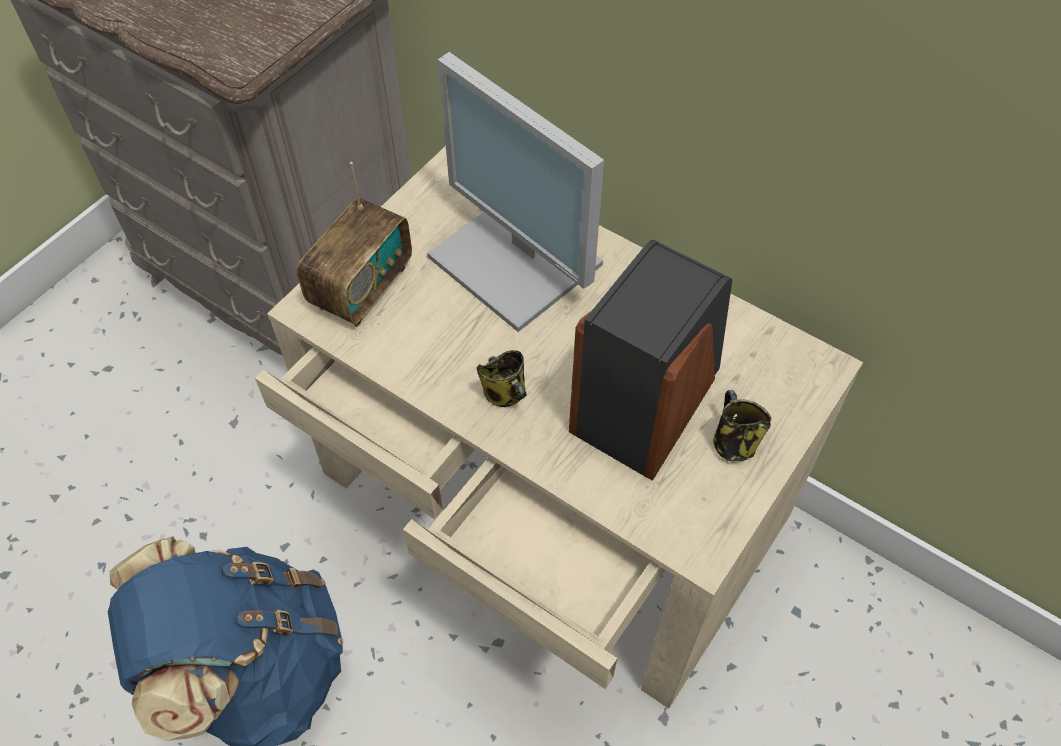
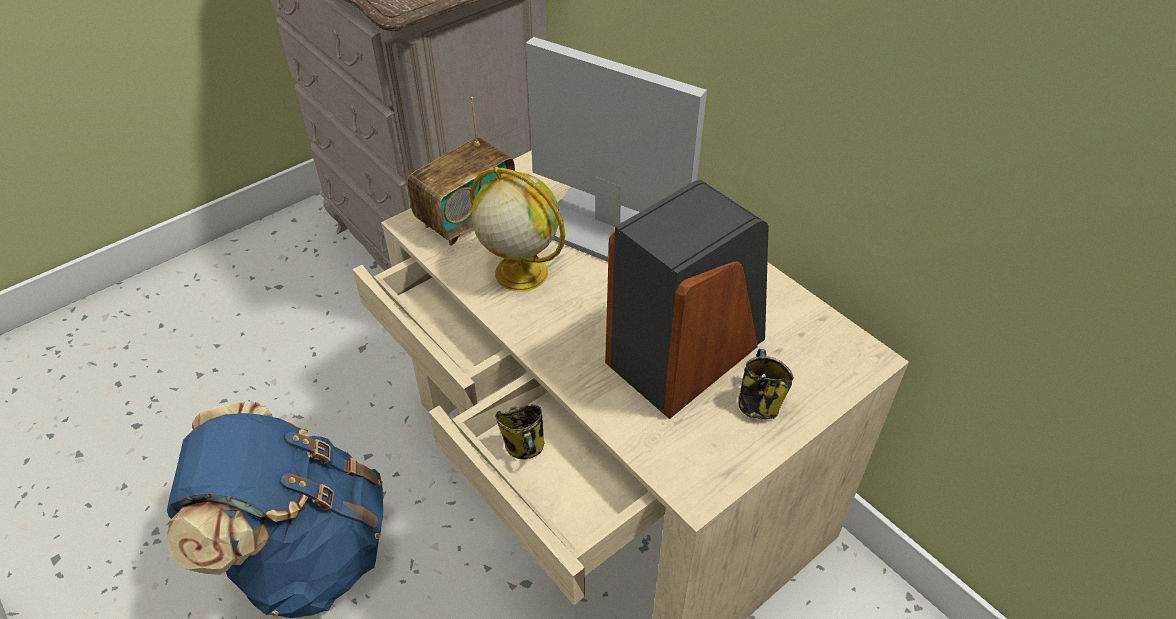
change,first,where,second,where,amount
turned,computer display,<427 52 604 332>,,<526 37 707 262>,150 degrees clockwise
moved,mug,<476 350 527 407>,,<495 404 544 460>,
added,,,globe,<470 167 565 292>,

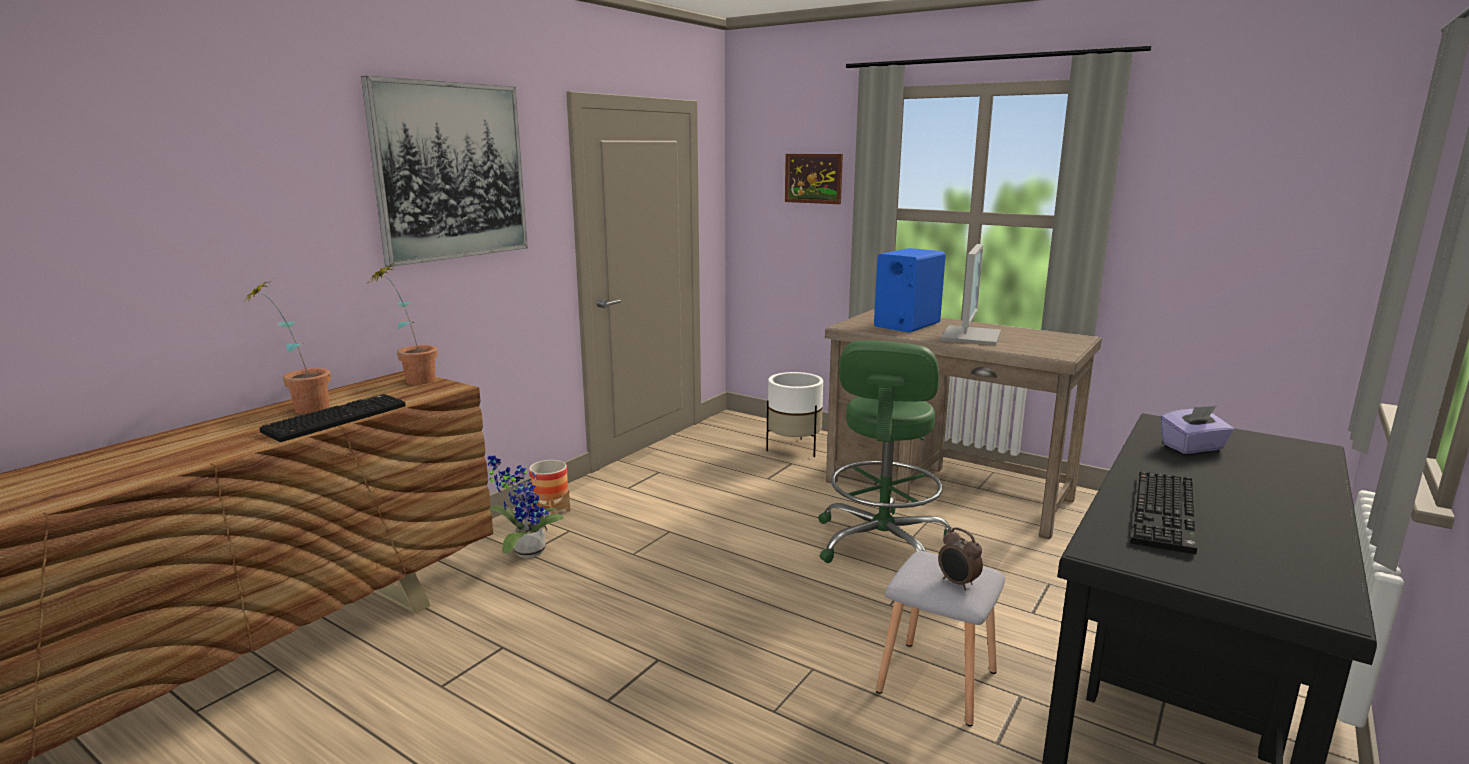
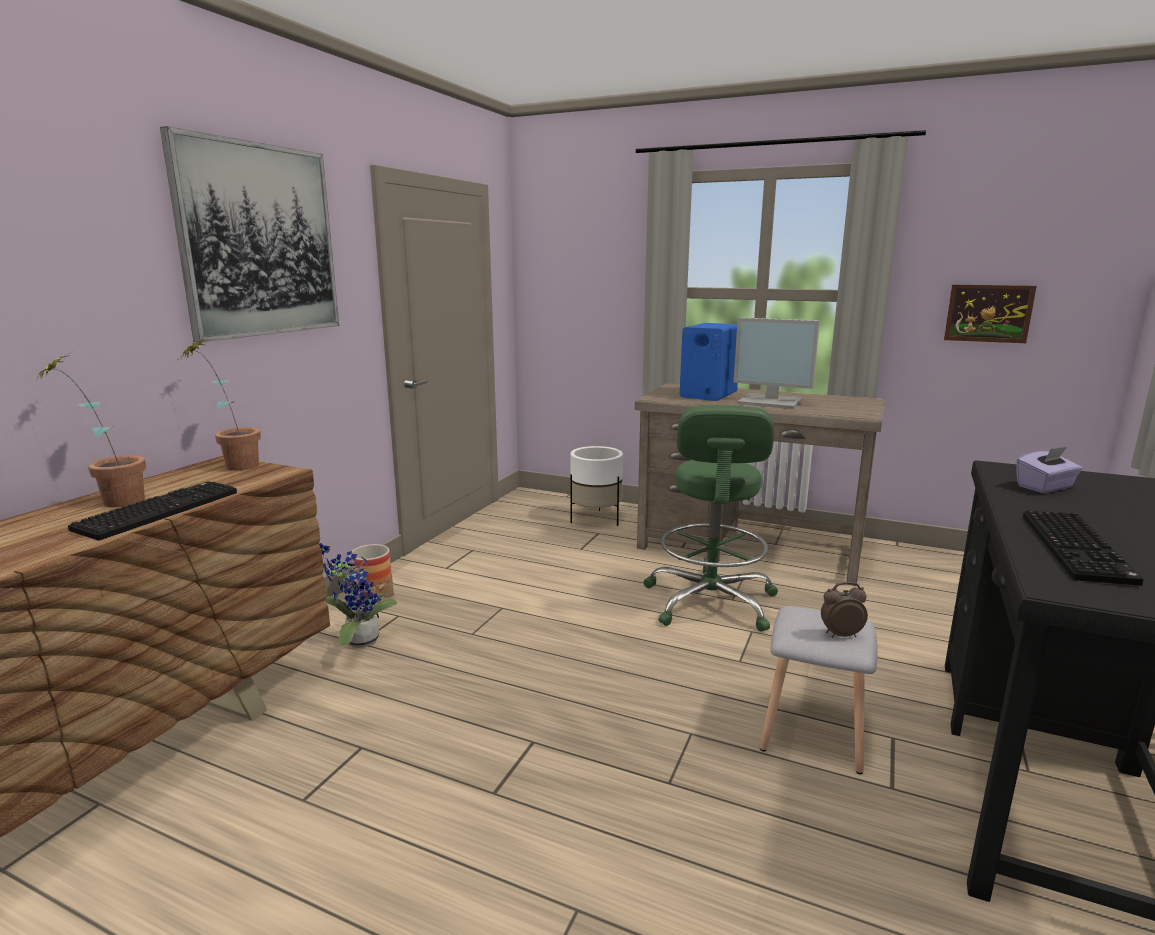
change,first,where,second,where,amount
moved,wall art,<785 154 843 204>,,<944 285 1037 343>,
turned,bedside clock,<938 527 983 590>,,<821 582 868 638>,135 degrees clockwise
turned,computer display,<940 244 1001 345>,,<734 317 820 409>,105 degrees clockwise

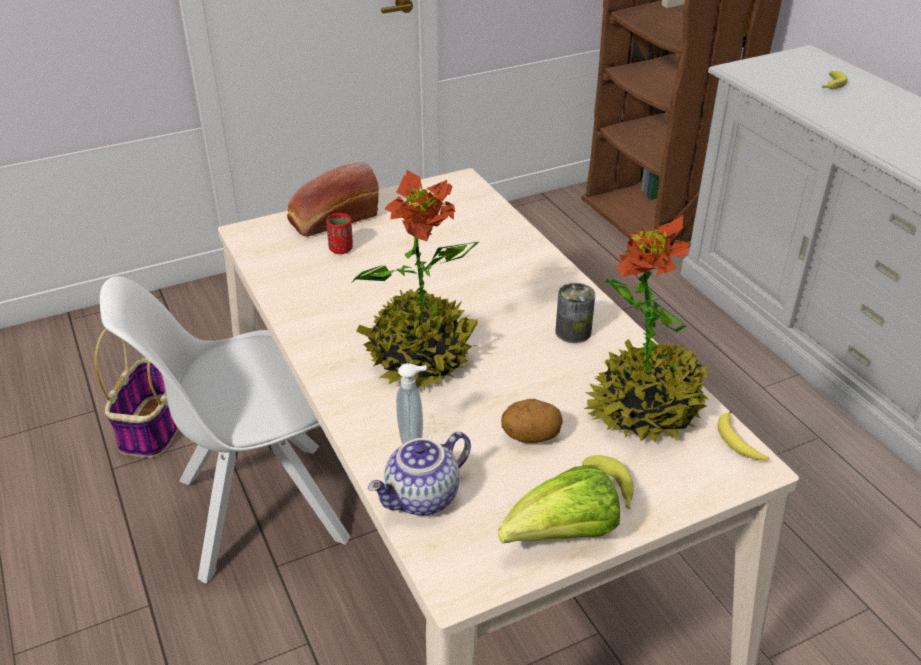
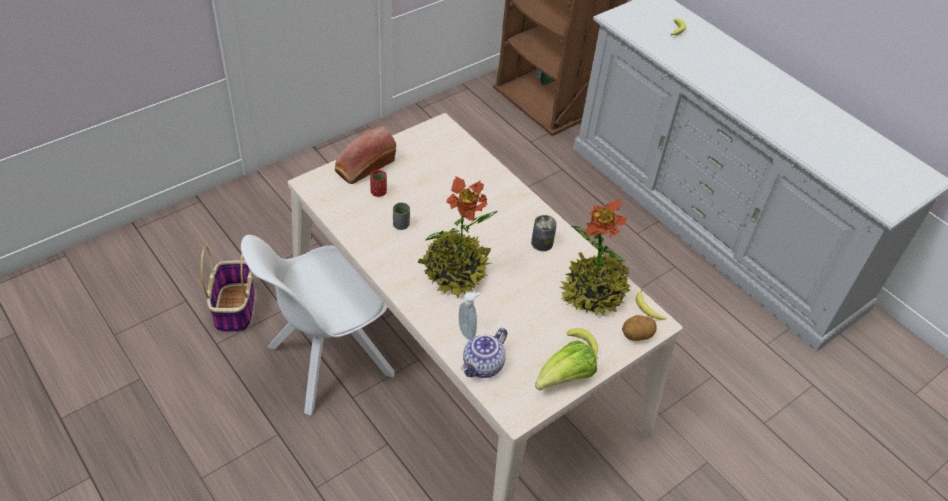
change,first,where,second,where,amount
moved,spud,<501 399 563 443>,,<622 315 657 341>,
added,,,greyish drinking cup,<393 202 410 230>,

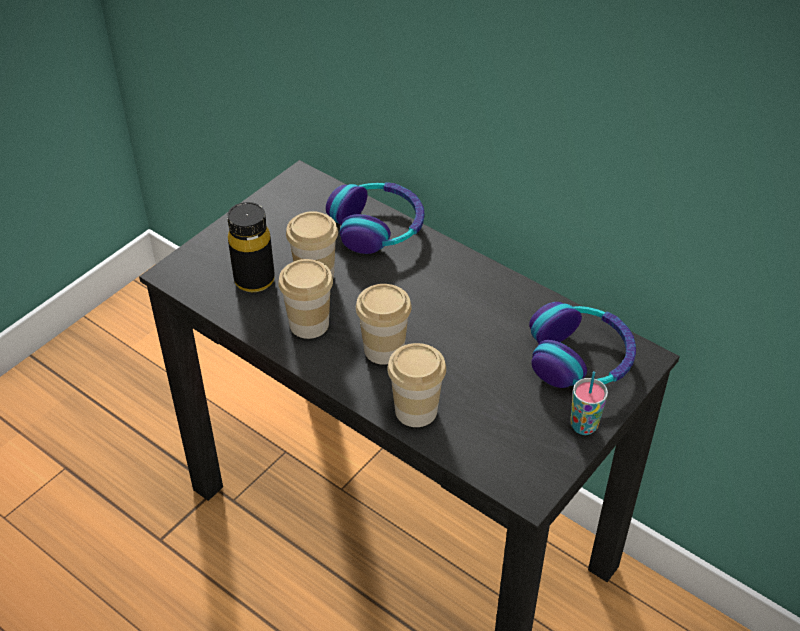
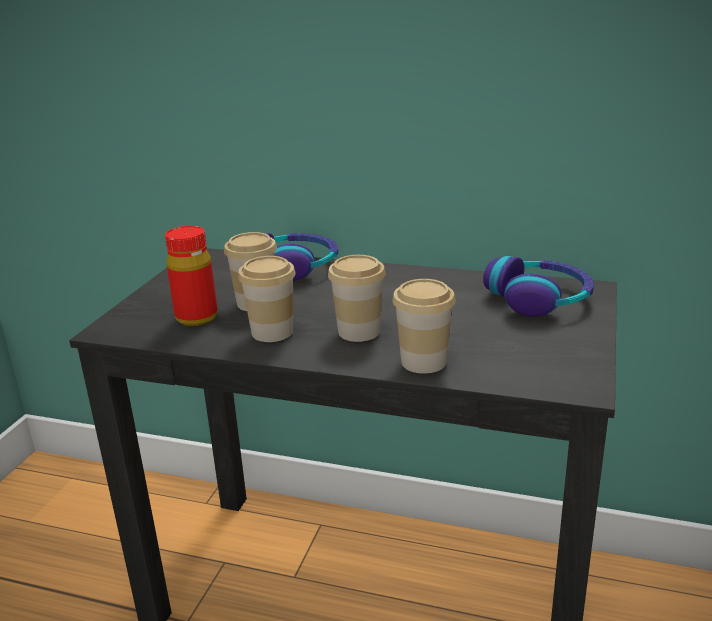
change,first,where,second,where,amount
recoloured,blackish bottle,<227 202 275 292>,red bottle,<165 226 218 326>,
removed,drinking cup,<570 371 608 435>,,,

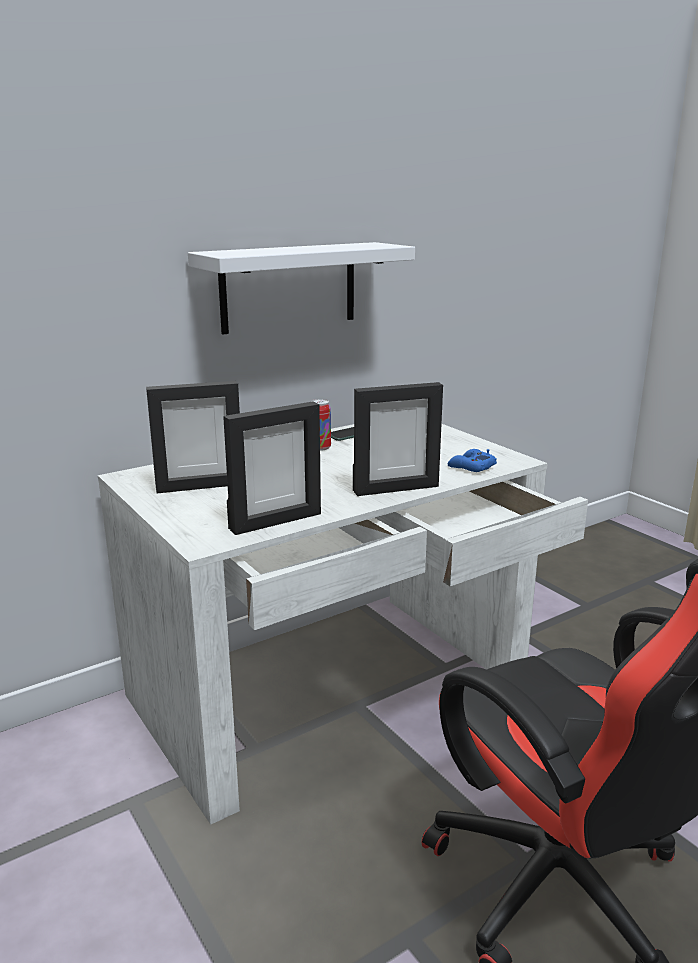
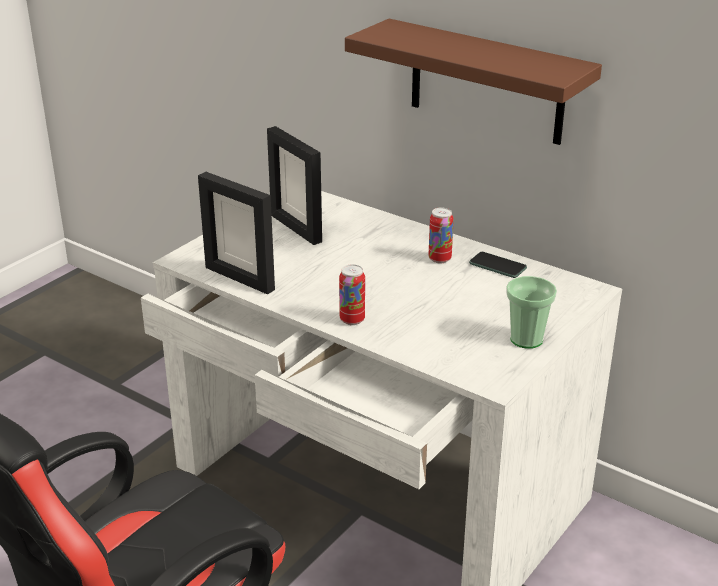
change,first,where,second,where,amount
recoloured,white wall shelf,<188 242 415 334>,brown-coloured wall shelf,<345 19 602 145>,
replaced,photo frame,<353 382 443 496>,can,<339 264 365 325>,
removed,blue-coloured joypad,<448 449 497 472>,,,
added,,,drinking cup,<506 276 557 349>,

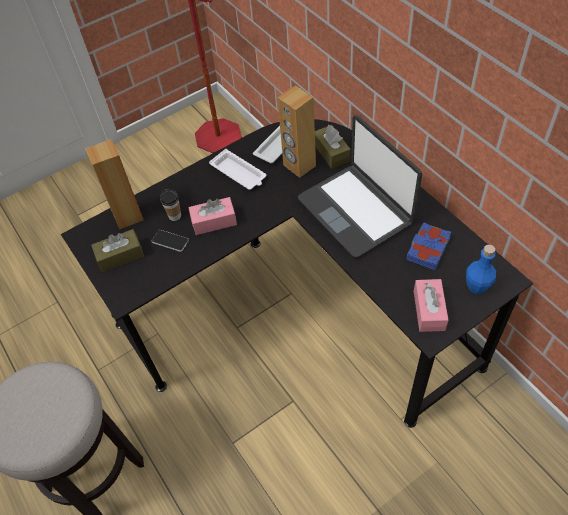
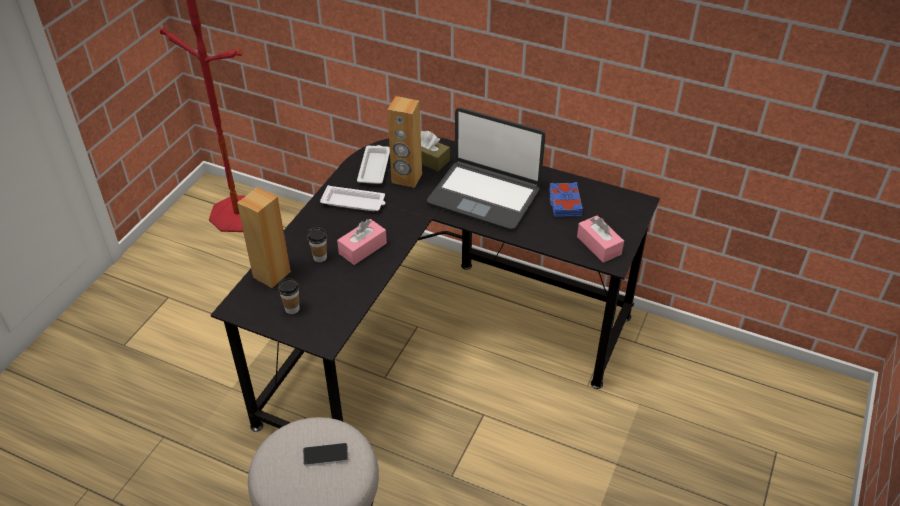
change,first,where,second,where,amount
replaced,brown-coloured tissue box,<91 229 144 272>,drinking cup,<278 278 299 314>,
moved,telephone,<151 230 189 252>,,<303 443 348 466>,
removed,blue-coloured bottle,<466 245 496 294>,,,

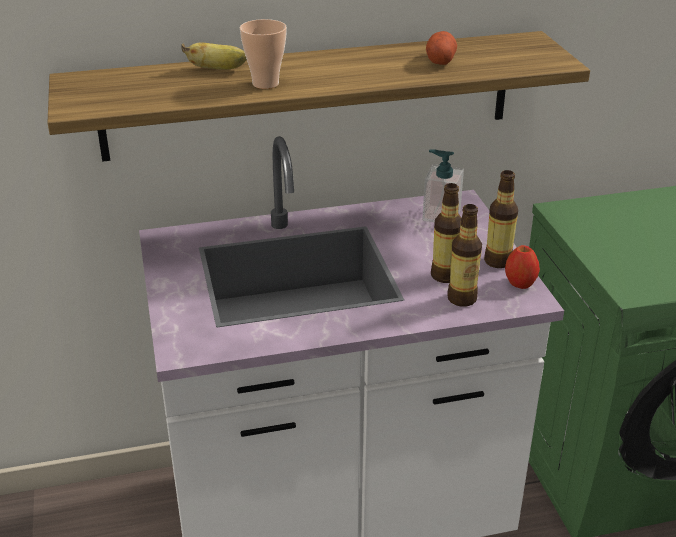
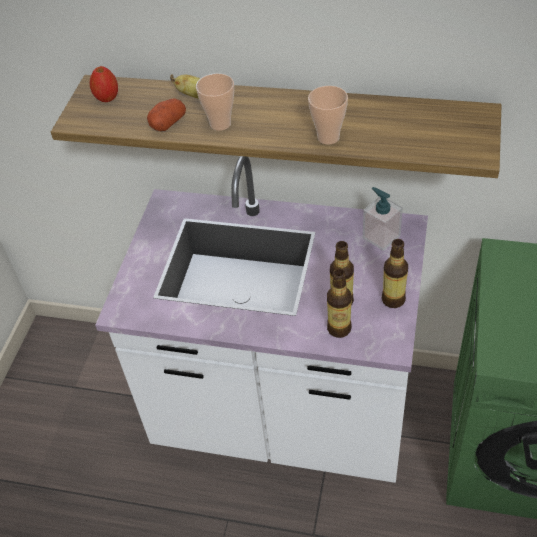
change,first,where,second,where,amount
moved,spud,<426 31 457 65>,,<147 99 186 131>,
moved,whole apple,<505 245 540 289>,,<90 66 118 102>,
added,,,drinking cup,<308 86 348 145>,

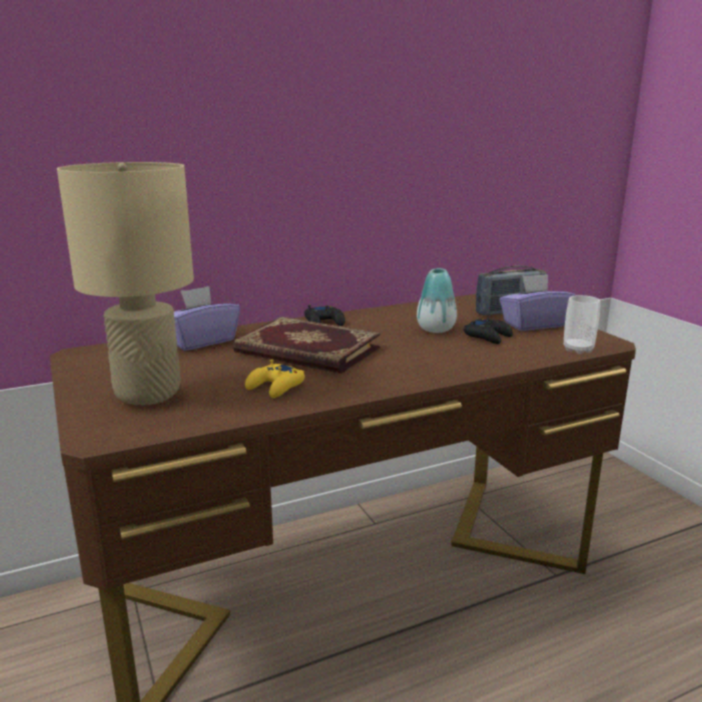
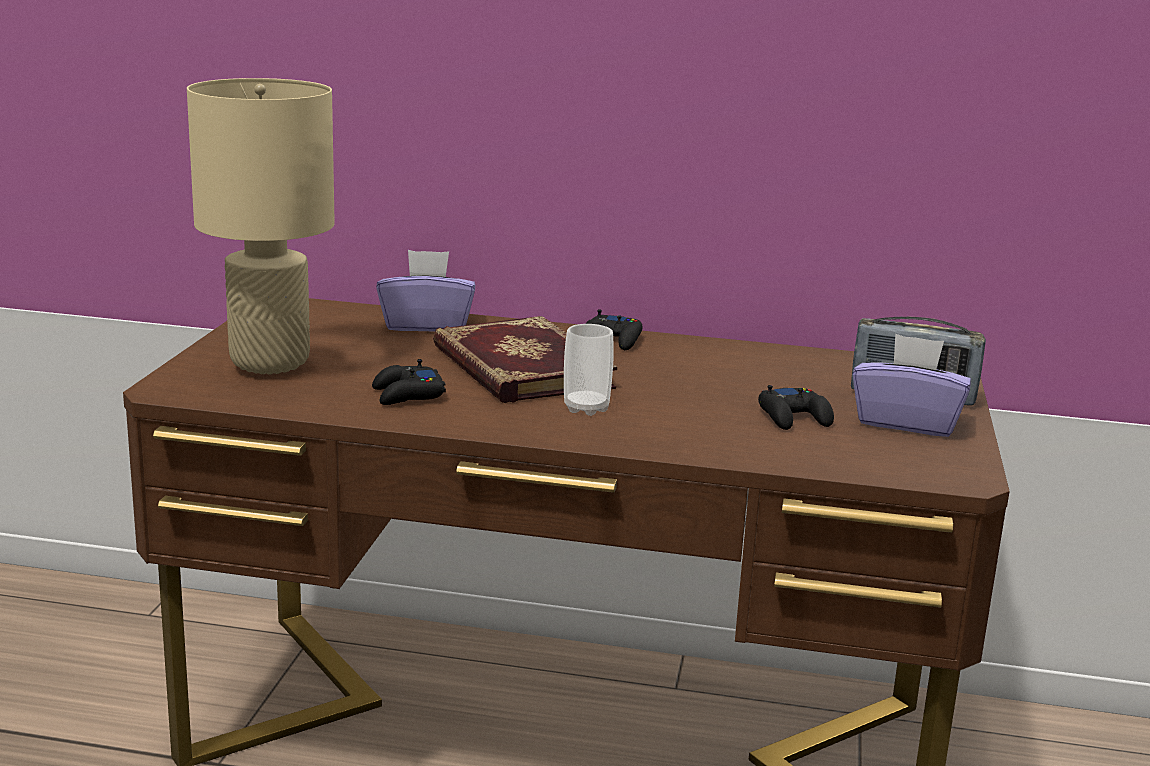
change,first,where,second,where,amount
recoloured,yellowish joypad,<245 359 305 398>,blackish joypad,<372 359 446 405>,
removed,decorative vase,<417 268 457 333>,,,
moved,drinking cup,<564 295 600 354>,,<564 324 614 416>,

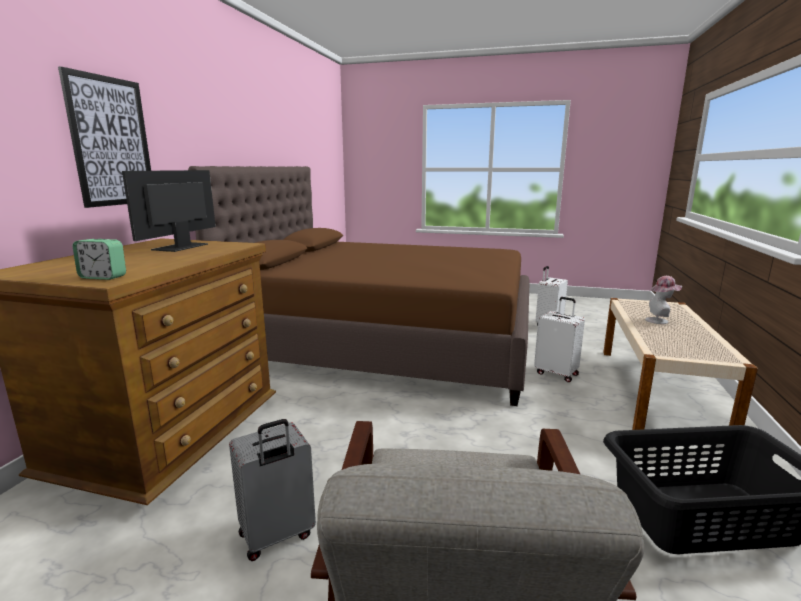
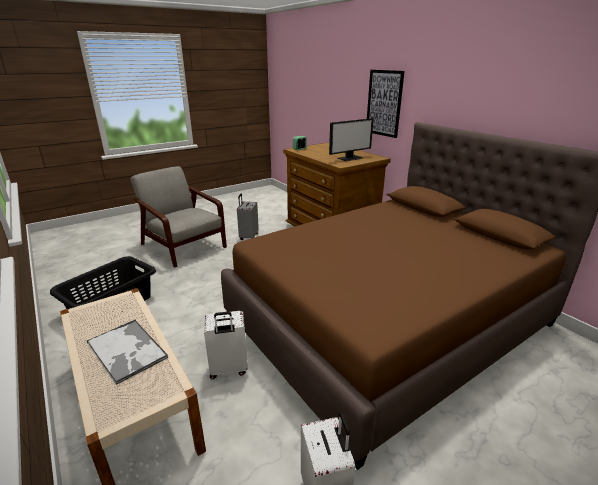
change,first,where,second,where,amount
turned,computer display,<122 170 216 252>,,<329 118 374 161>,90 degrees clockwise
replaced,wearable hat,<645 276 682 324>,tray,<87 319 168 385>,

